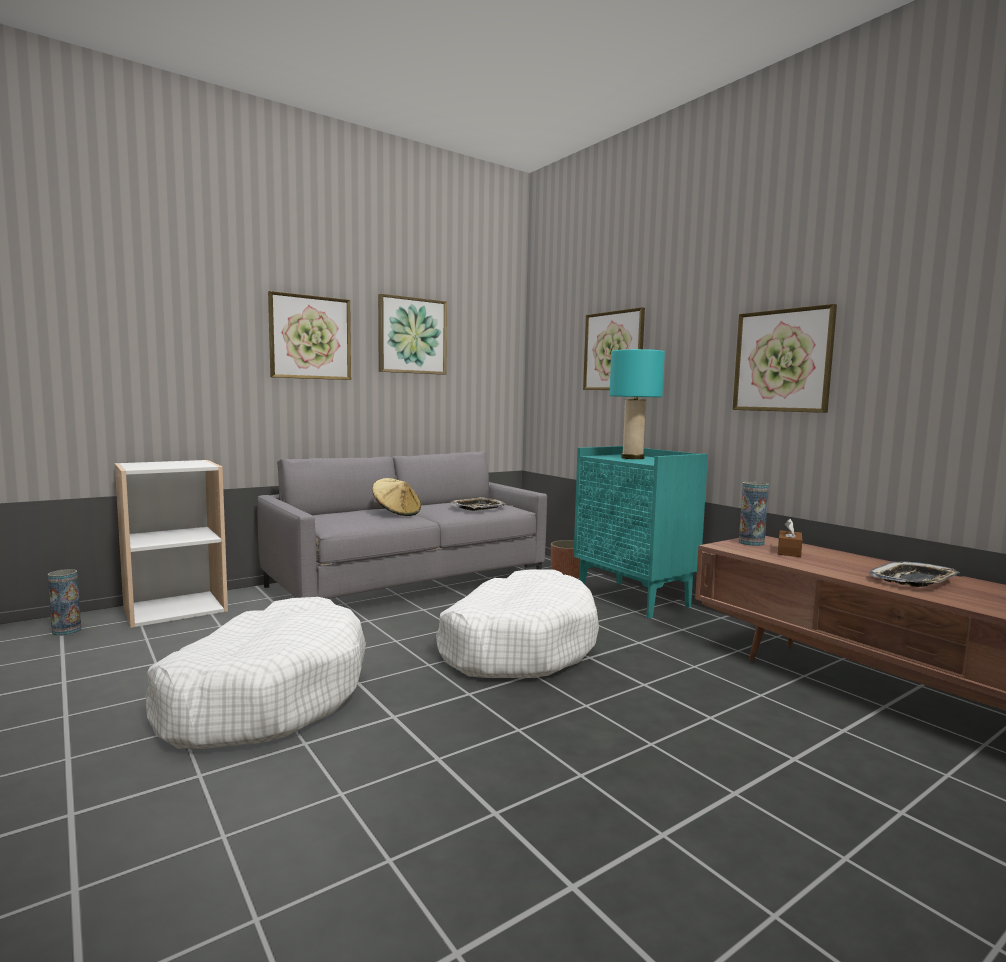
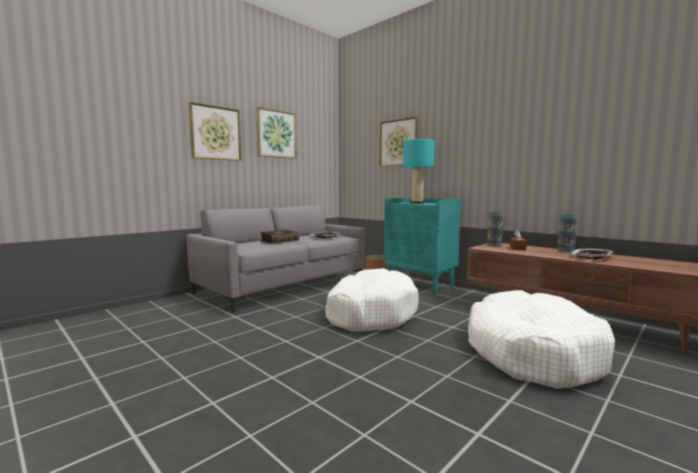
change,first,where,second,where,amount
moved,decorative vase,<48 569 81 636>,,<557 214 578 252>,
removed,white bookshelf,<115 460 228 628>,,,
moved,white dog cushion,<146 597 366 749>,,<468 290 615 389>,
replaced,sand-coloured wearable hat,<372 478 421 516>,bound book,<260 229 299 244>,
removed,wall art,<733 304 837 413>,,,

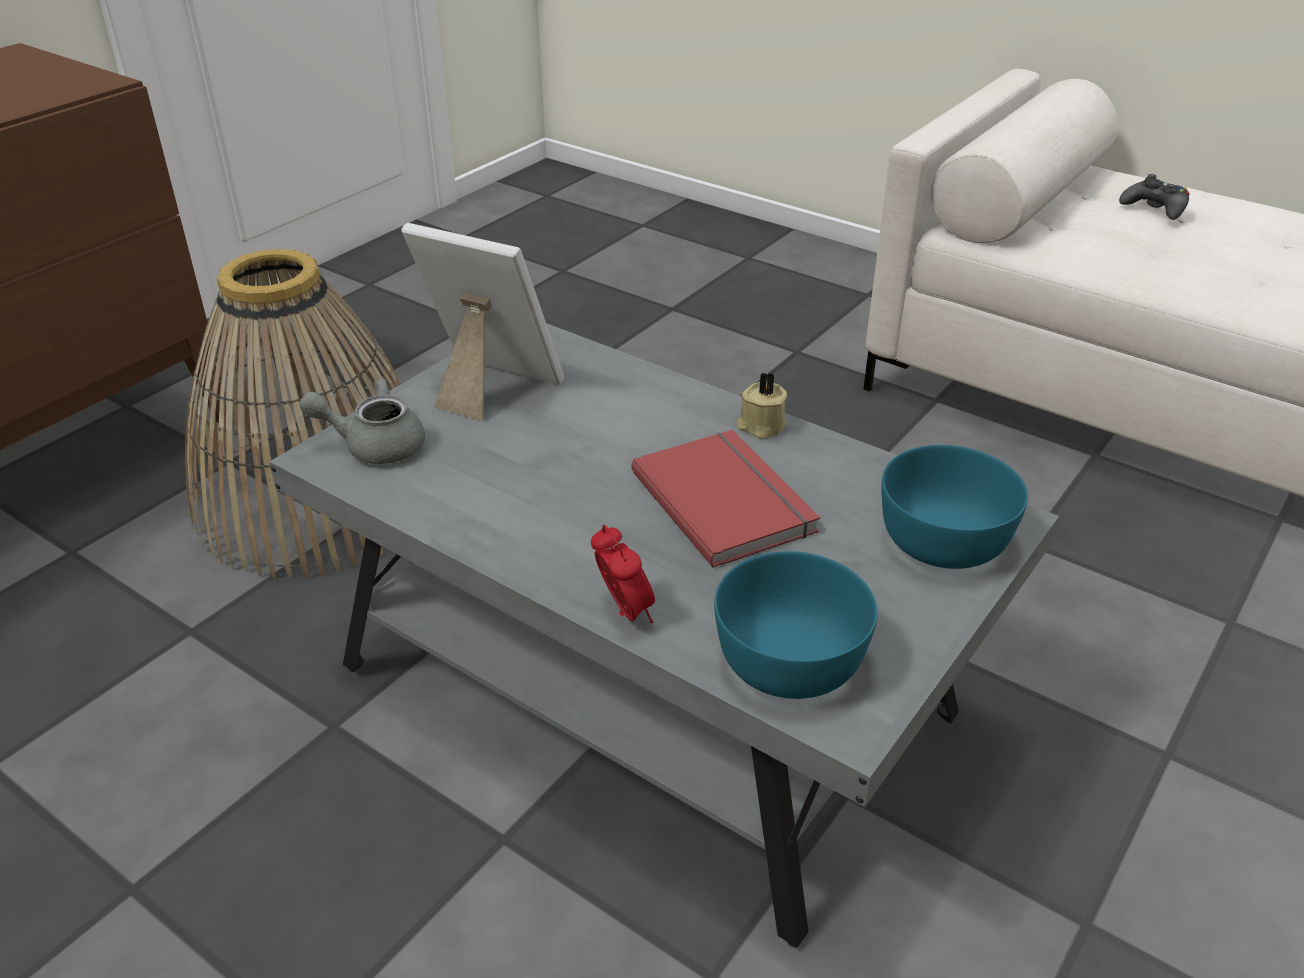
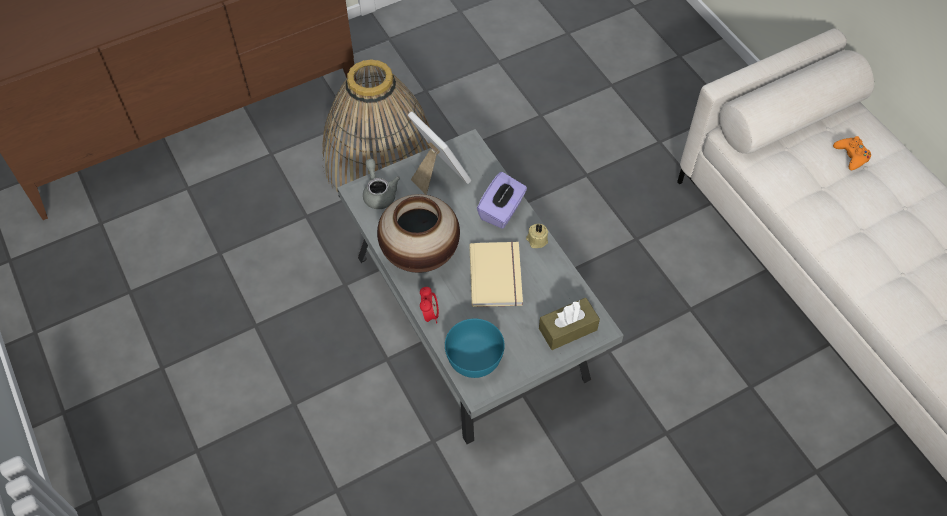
change,first,where,second,where,amount
turned,greyish tea pot,<299 379 425 464>,,<363 159 400 209>,45 degrees clockwise
recoloured,red bound book,<631 430 820 568>,sand-coloured bound book,<469 241 523 307>,
replaced,turquoise deep dish,<881 445 1028 569>,brown-coloured tissue box,<539 298 600 350>,
recoloured,blackish joypad,<1119 174 1190 220>,orange-coloured joypad,<833 136 871 170>,
added,,,decorative vase,<377 194 460 273>,
added,,,purplish tissue box,<477 172 527 229>,

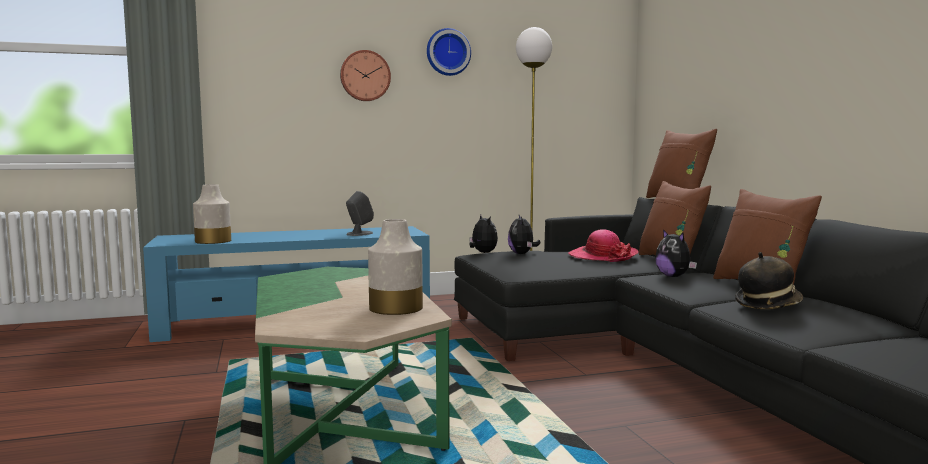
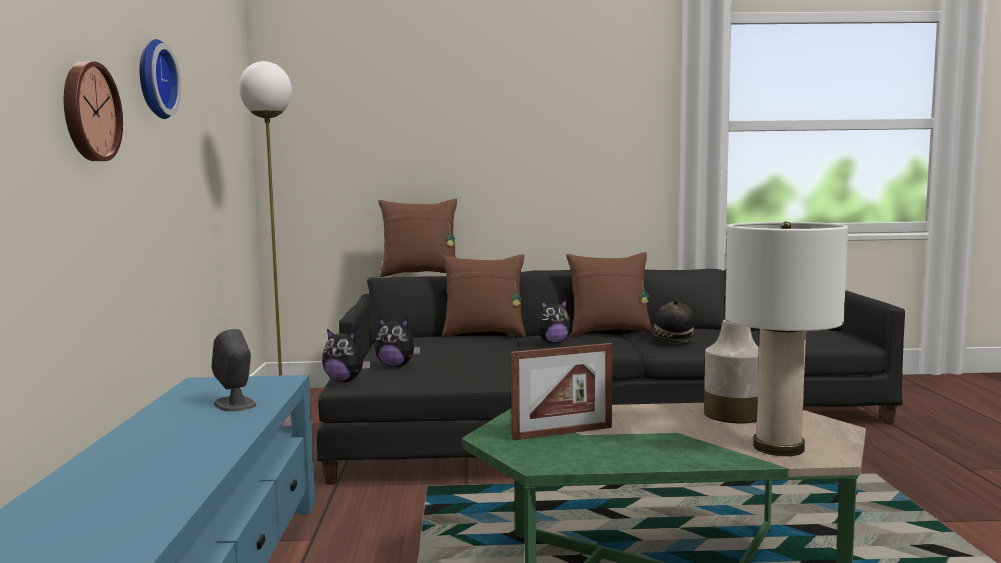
change,first,where,second,where,amount
removed,sand-coloured decorative vase,<193 184 231 244>,,,
turned,plush toy,<469 215 498 253>,,<322 329 370 382>,150 degrees counterclockwise
removed,wearable hat,<568 229 639 262>,,,
added,,,photo frame,<511 343 612 440>,
added,,,white tabletop lamp,<725 221 848 456>,

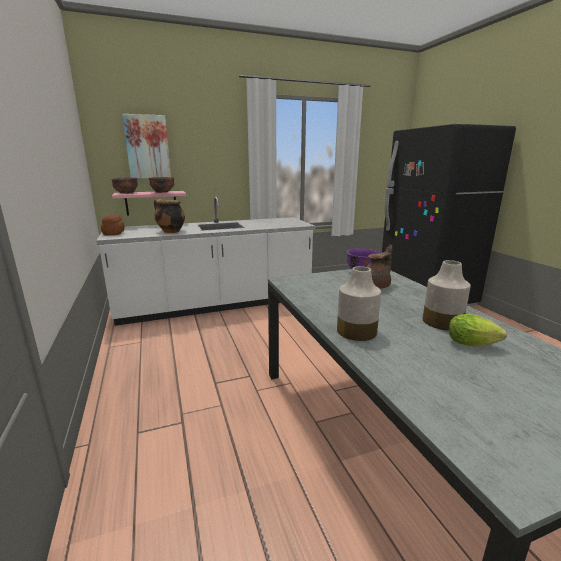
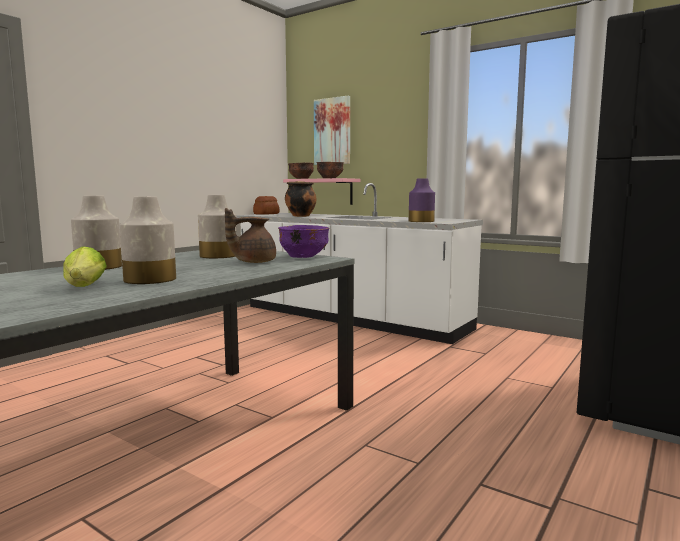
change,first,where,second,where,amount
turned,brown-coloured tea pot,<366 245 392 289>,,<225 208 276 263>,135 degrees clockwise
added,,,sand-coloured decorative vase,<198 195 237 258>,
added,,,purplish decorative vase,<409 178 435 222>,

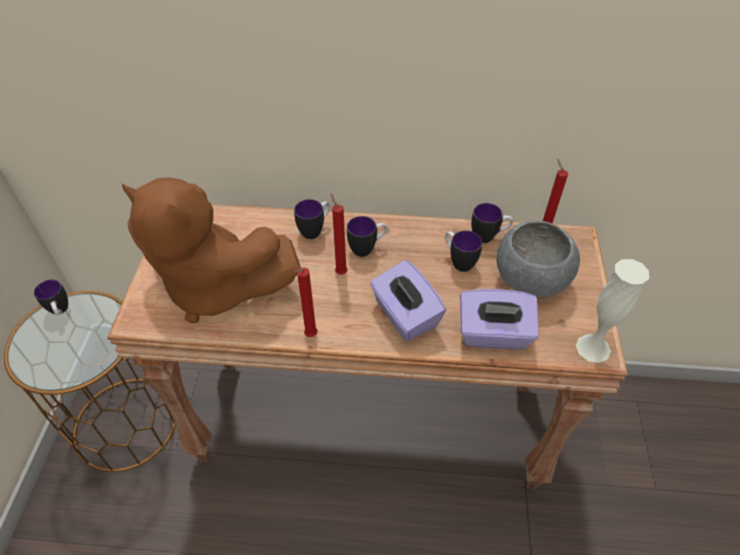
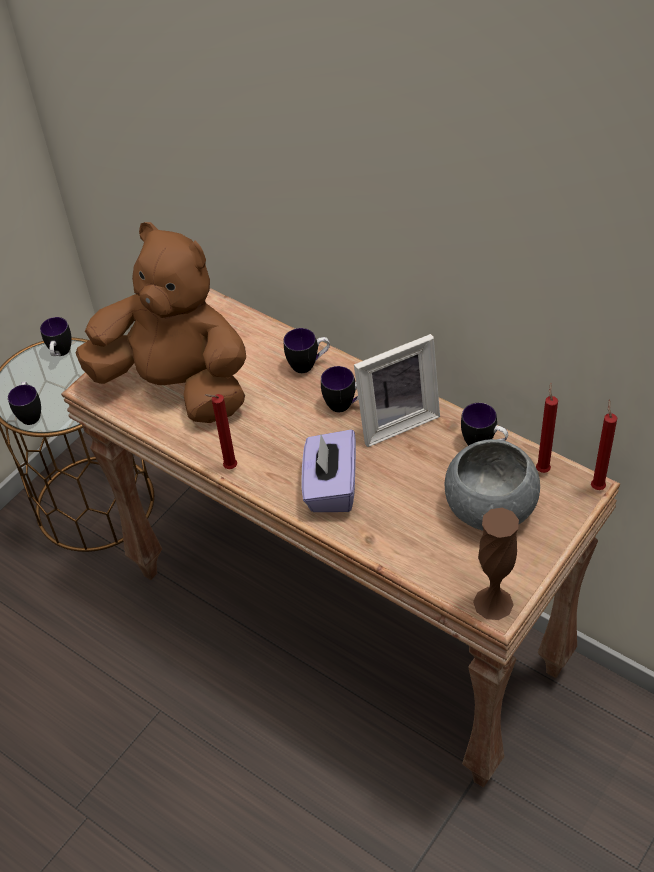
change,first,where,second,where,amount
turned,brown-coloured plush toy,<122 177 301 323>,,<75 222 246 423>,150 degrees clockwise
moved,red wax light,<331 193 347 275>,,<591 399 617 490>,
moved,mug,<445 230 482 272>,,<8 382 41 425>,
removed,purplish tissue box,<460 289 539 349>,,,
recoloured,white decorative vase,<576 259 649 363>,brown-coloured decorative vase,<473 508 519 620>,
added,,,photo frame,<354 334 440 447>,

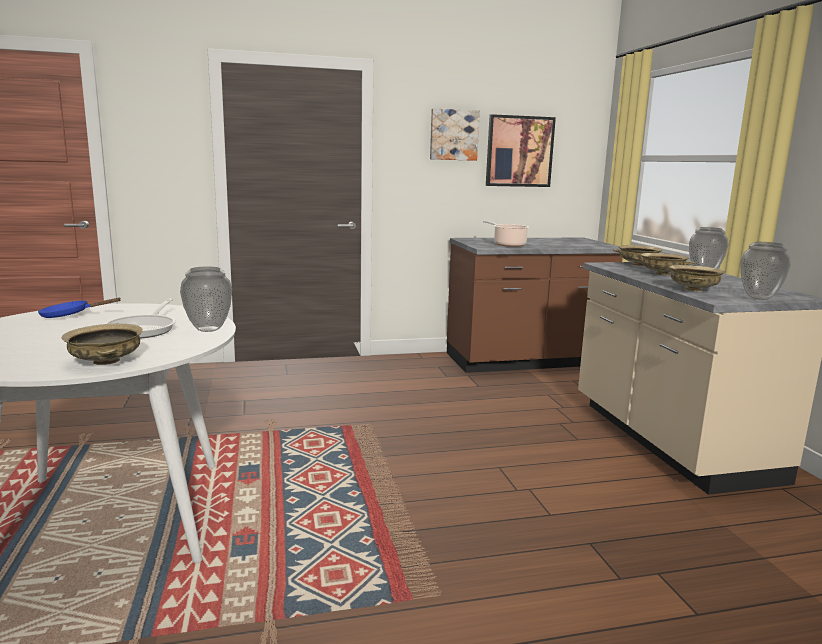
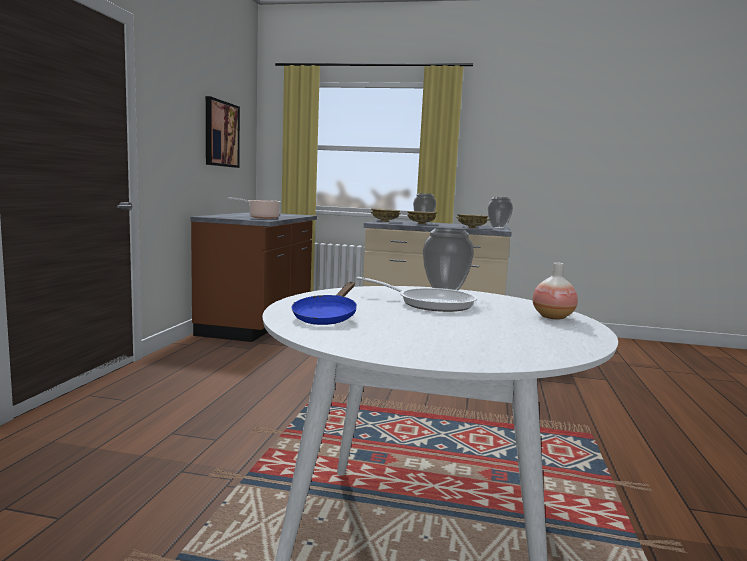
change,first,where,second,where,amount
replaced,sand-coloured deep dish,<62 324 143 365>,decorative vase,<533 262 578 319>,
removed,wall art,<430 108 480 161>,,,

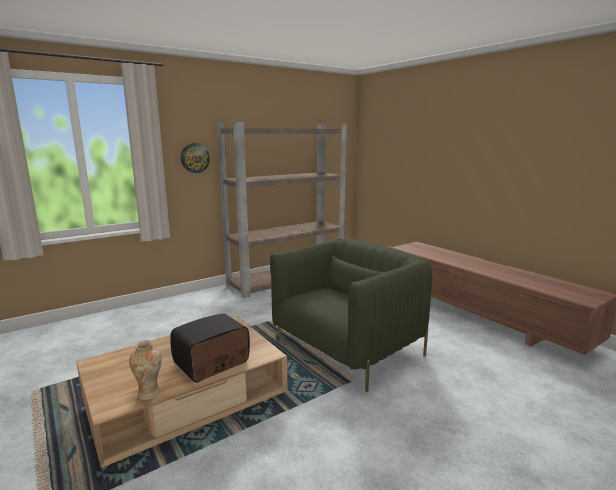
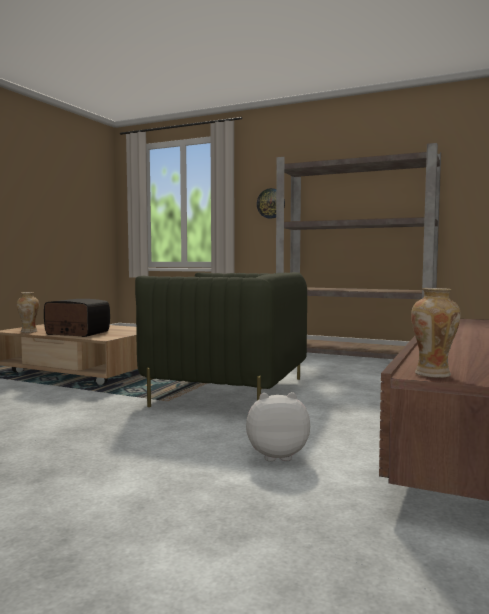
change,first,where,second,where,amount
added,,,plush toy,<246 392 310 461>,
added,,,decorative vase,<411 288 461 378>,

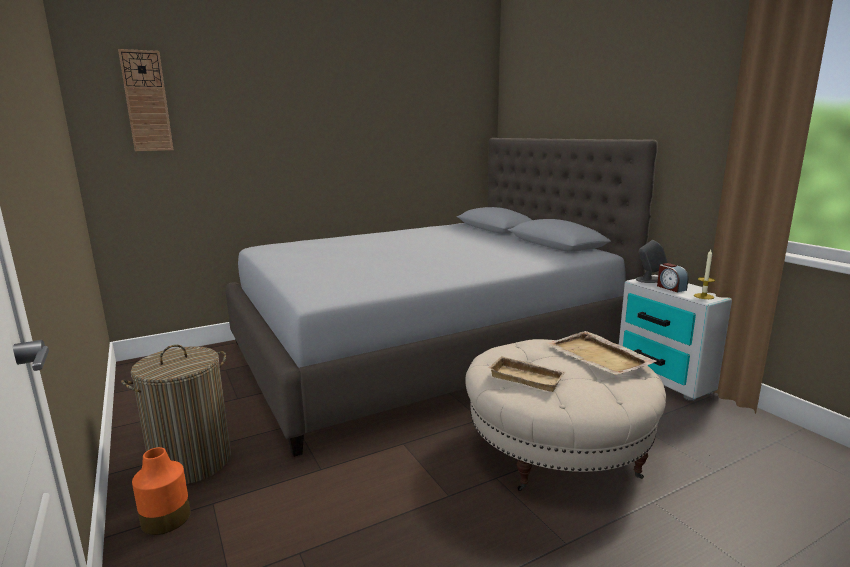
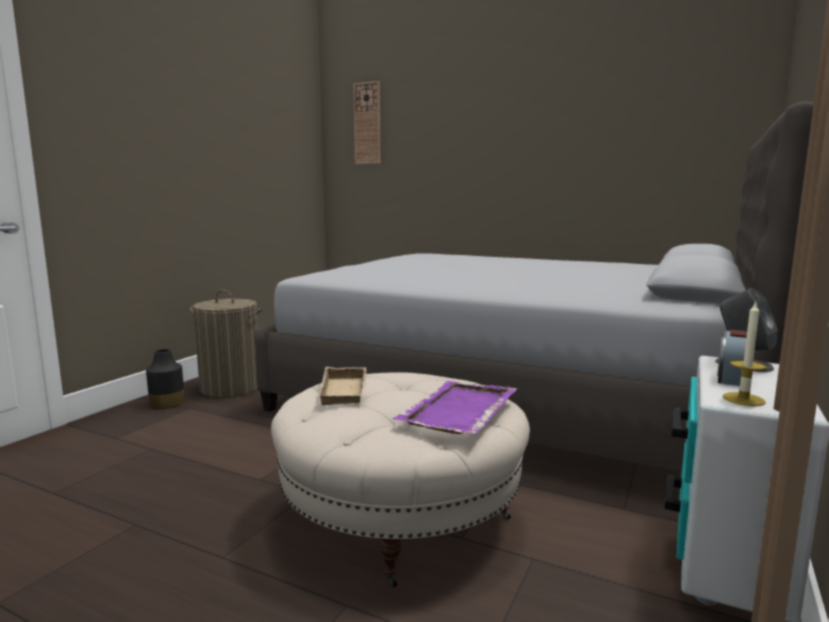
change,first,where,second,where,amount
recoloured,orange-coloured decorative vase,<132 447 191 535>,blackish decorative vase,<146 349 185 409>,
recoloured,sand-coloured tray,<546 331 657 375>,purplish tray,<393 381 518 434>,

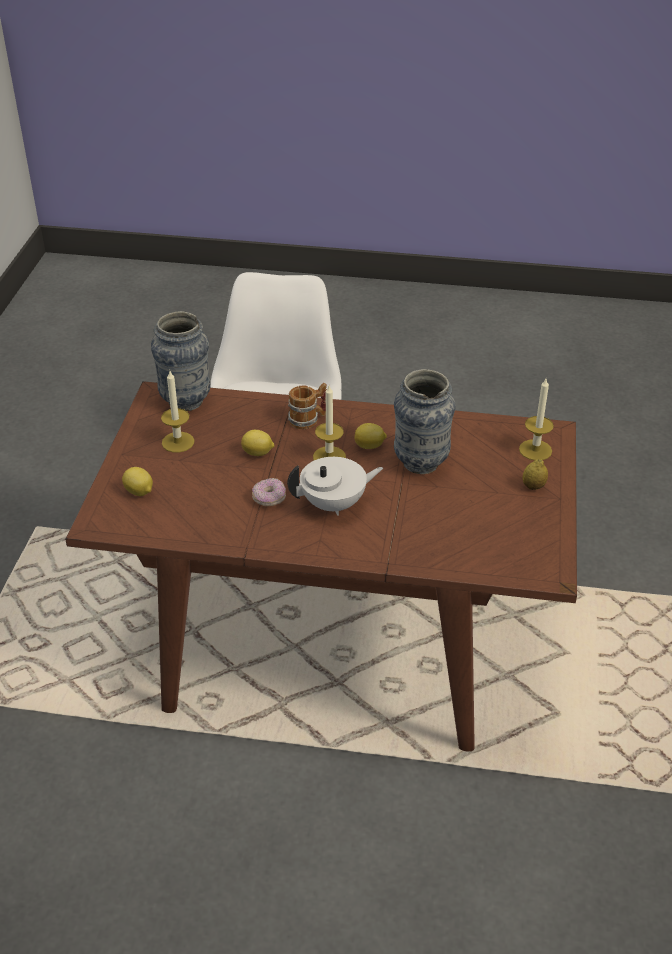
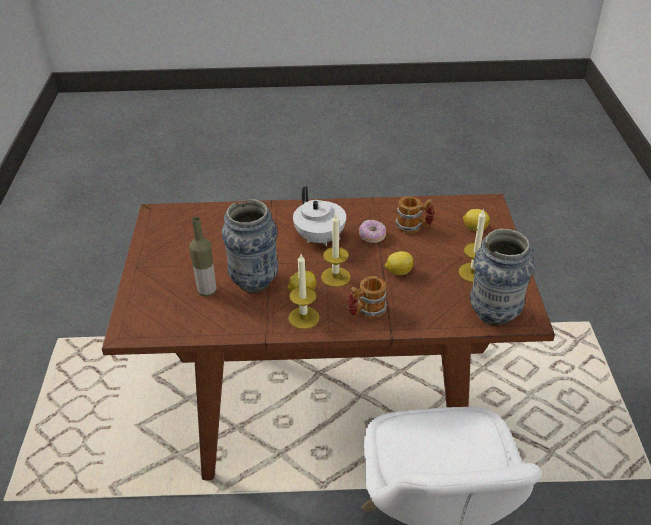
change,first,where,second,where,amount
turned,white tea pot,<287 457 383 516>,,<293 186 346 246>,90 degrees counterclockwise
moved,wax light,<519 379 554 461>,,<288 254 320 329>,
removed,whole lemon,<523 459 548 490>,,,
added,,,bottle,<189 217 216 297>,
added,,,mug,<395 196 435 233>,

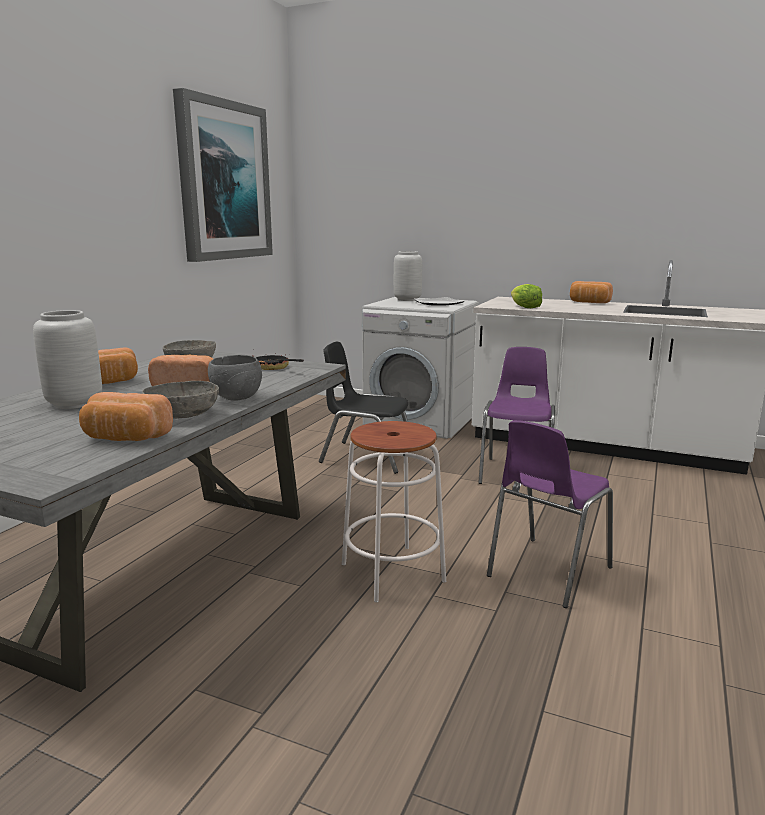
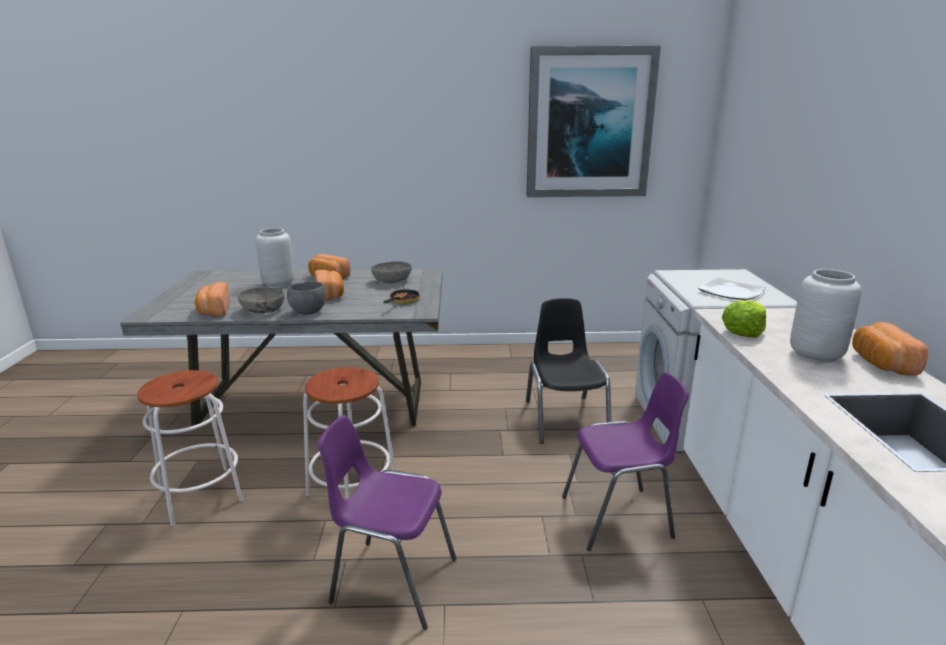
change,first,where,second,where,amount
moved,greyish decorative vase,<394 251 422 301>,,<790 269 862 363>,
added,,,white sitting stool,<137 370 243 526>,

